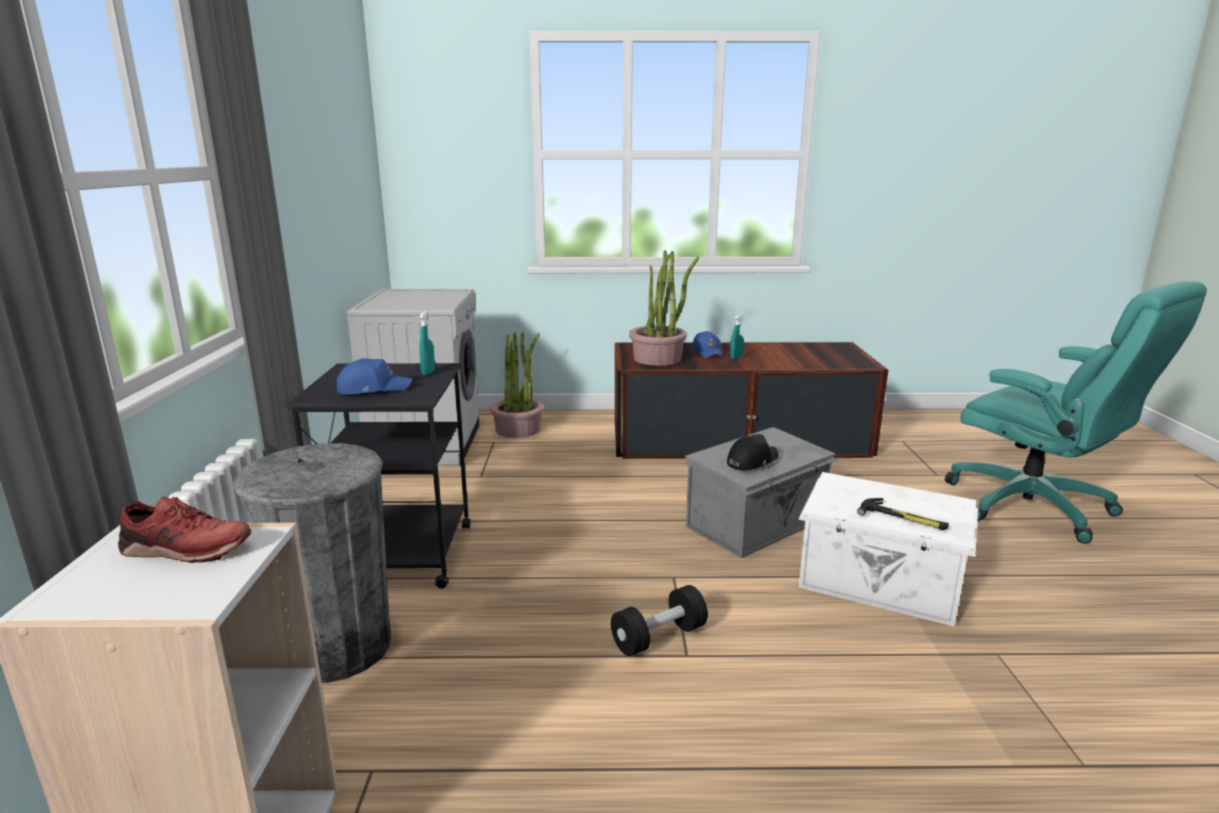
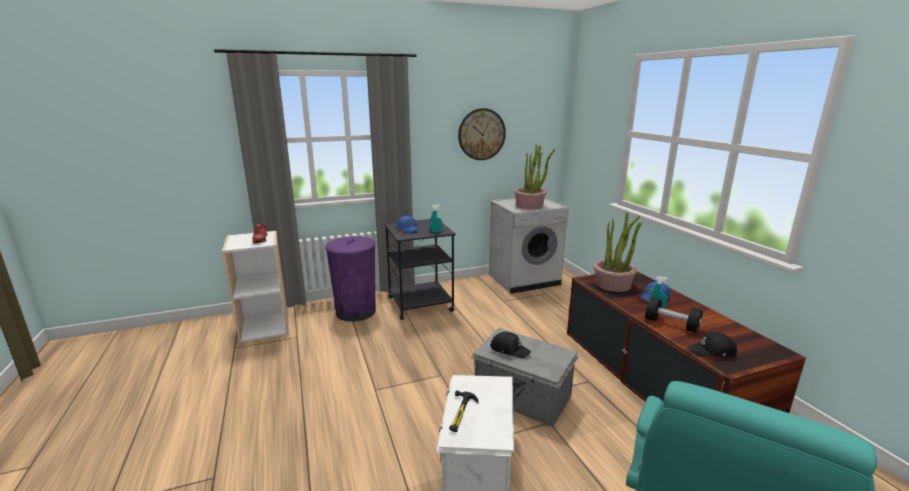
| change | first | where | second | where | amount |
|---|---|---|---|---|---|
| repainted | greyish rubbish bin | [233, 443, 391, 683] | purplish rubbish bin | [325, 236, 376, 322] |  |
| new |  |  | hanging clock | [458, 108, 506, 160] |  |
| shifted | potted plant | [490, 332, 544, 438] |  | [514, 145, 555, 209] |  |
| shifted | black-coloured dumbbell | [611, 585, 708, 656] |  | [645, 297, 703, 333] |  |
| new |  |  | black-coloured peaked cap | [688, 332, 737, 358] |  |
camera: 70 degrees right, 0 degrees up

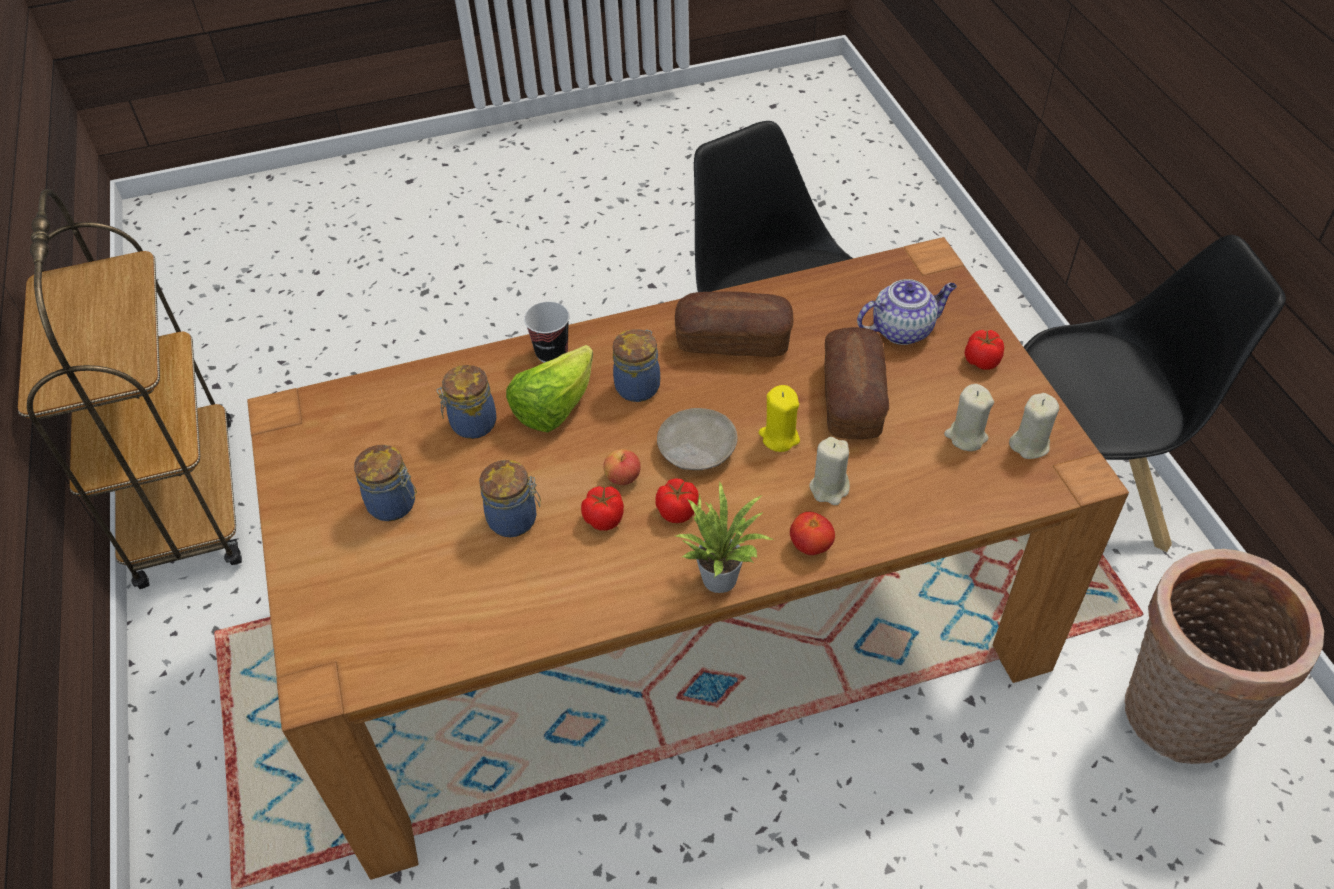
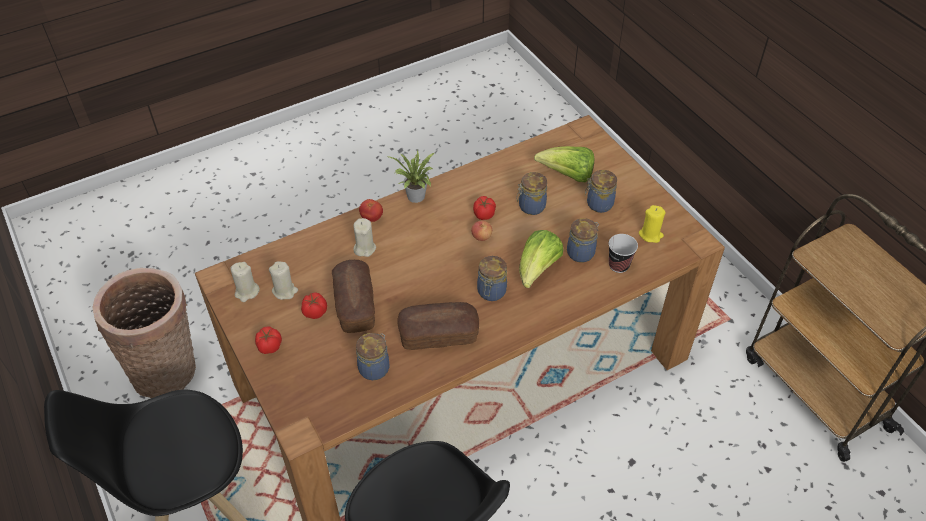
| change | first | where | second | where | amount |
|---|---|---|---|---|---|
| shifted | fresh tomato | [655, 478, 699, 523] |  | [301, 292, 327, 319] |  |
| new |  |  | jar | [356, 333, 390, 380] |  |
| new |  |  | head of lettuce | [534, 146, 594, 182] |  |
| shifted | cup | [524, 302, 570, 363] |  | [609, 234, 638, 273] |  |
| shifted | yellow candle | [759, 385, 800, 452] |  | [639, 205, 665, 243] |  |
| gone | beige-coloured flat dish | [657, 408, 738, 470] |  |  |  |
| gone | tea pot | [857, 279, 957, 345] |  |  |  |
camera: 165 degrees right, 0 degrees up

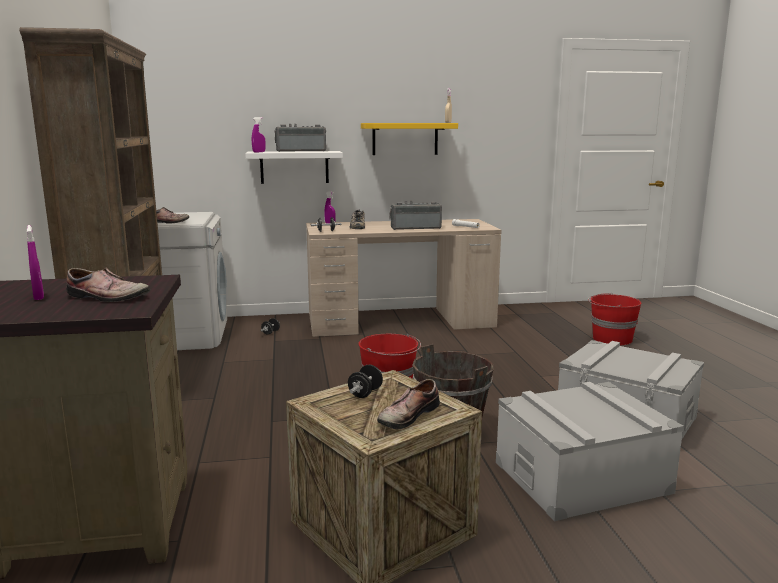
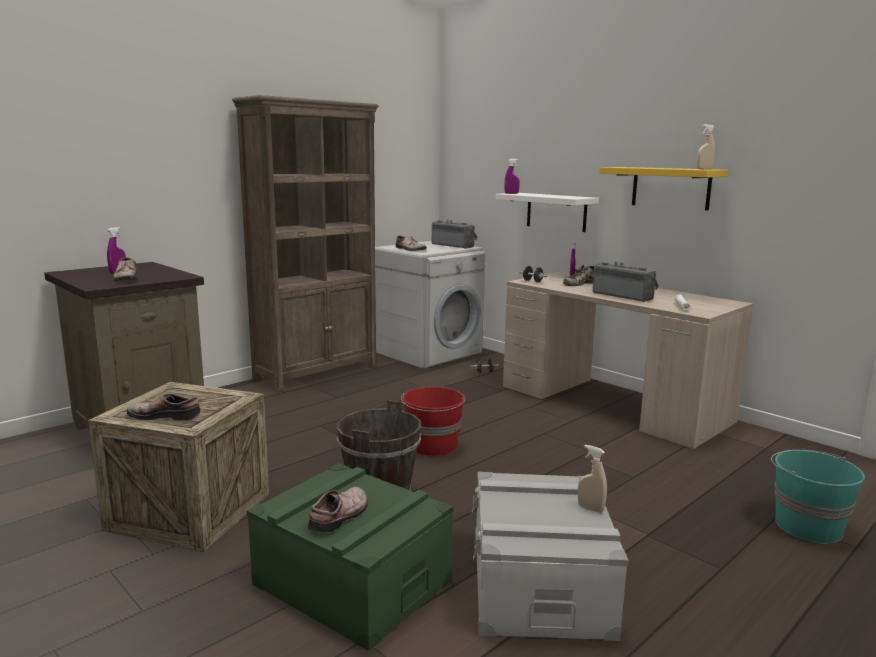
| change | first | where | second | where | amount |
|---|---|---|---|---|---|
| repainted | greyish storage box | [496, 382, 684, 521] | green storage box | [247, 463, 454, 651] |  |
| new |  |  | low shoe | [308, 487, 368, 532] |  |
| shifted | radio | [275, 124, 326, 152] |  | [432, 220, 477, 249] |  |
| new |  |  | beige-coloured spray bottle | [578, 445, 607, 513] |  |
| repainted | reddish pail | [588, 293, 641, 345] | blue-green pail | [771, 450, 865, 544] |  |
| gone | black-coloured dumbbell | [348, 365, 383, 398] |  |  |  |
camera: 55 degrees right, 0 degrees up

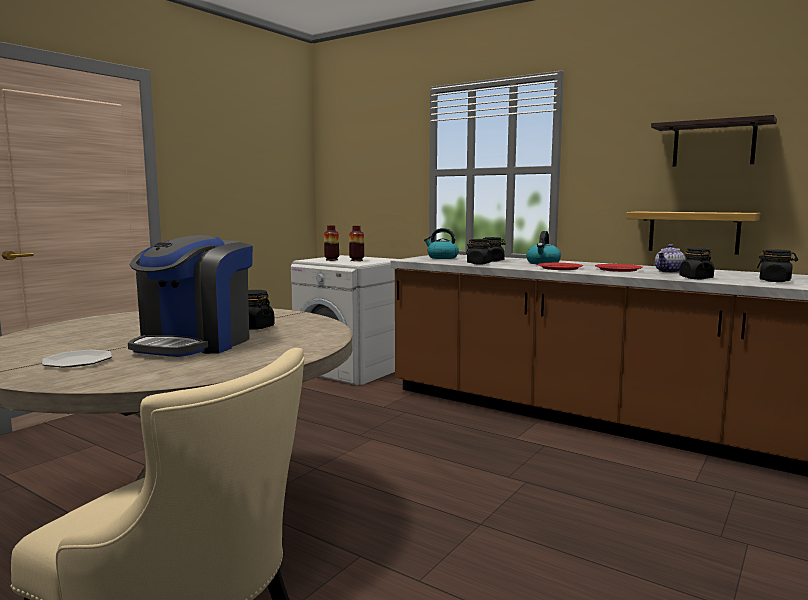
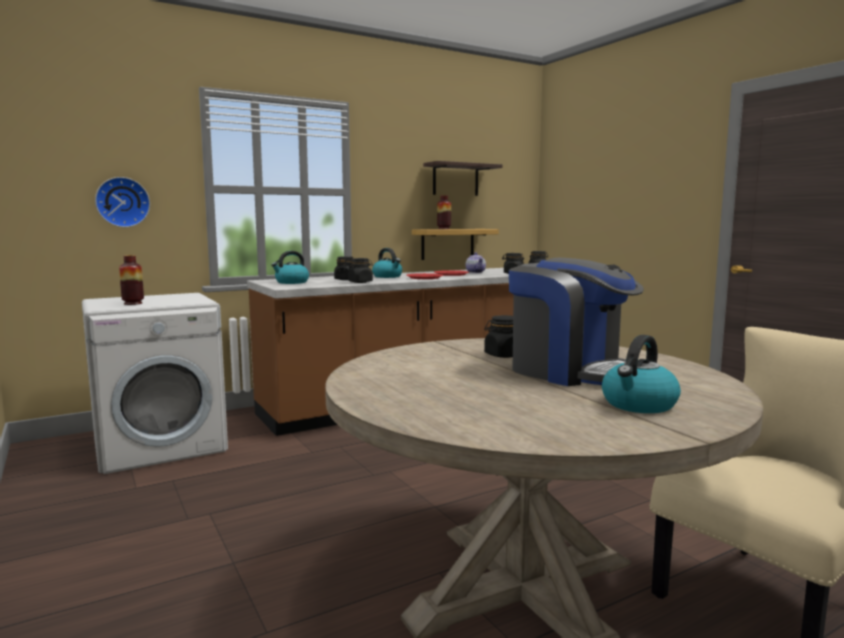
| change | first | where | second | where | amount |
|---|---|---|---|---|---|
| new |  |  | hanging clock | [95, 177, 150, 227] |  |
| shifted | flower vase | [349, 225, 364, 261] |  | [437, 195, 451, 229] |  |
| swapped | flat dish | [42, 350, 112, 367] | water kettle | [602, 335, 681, 413] |  |
camera: 65 degrees left, 0 degrees up

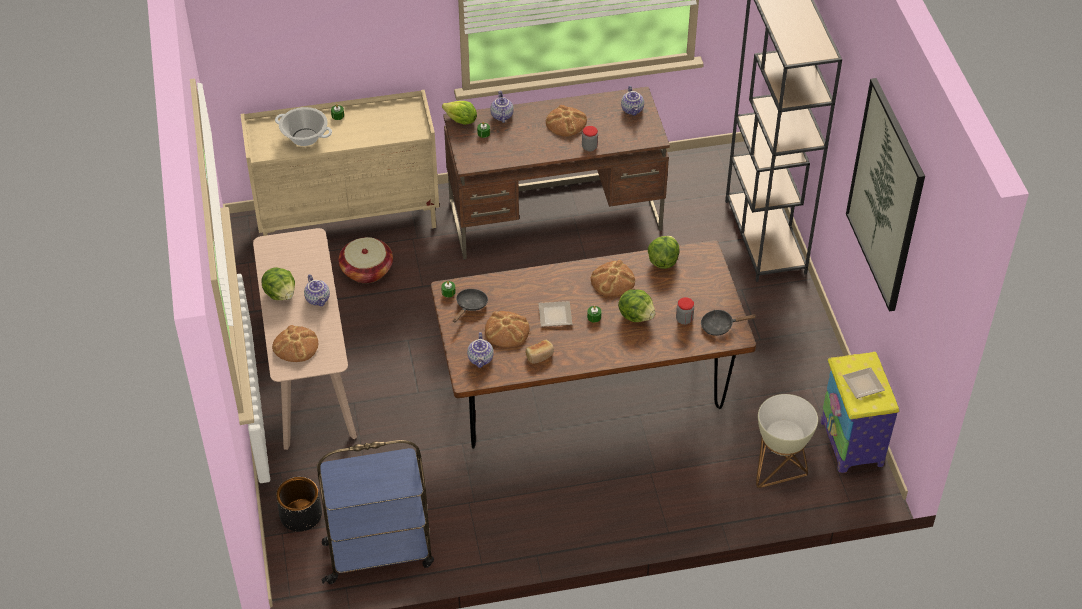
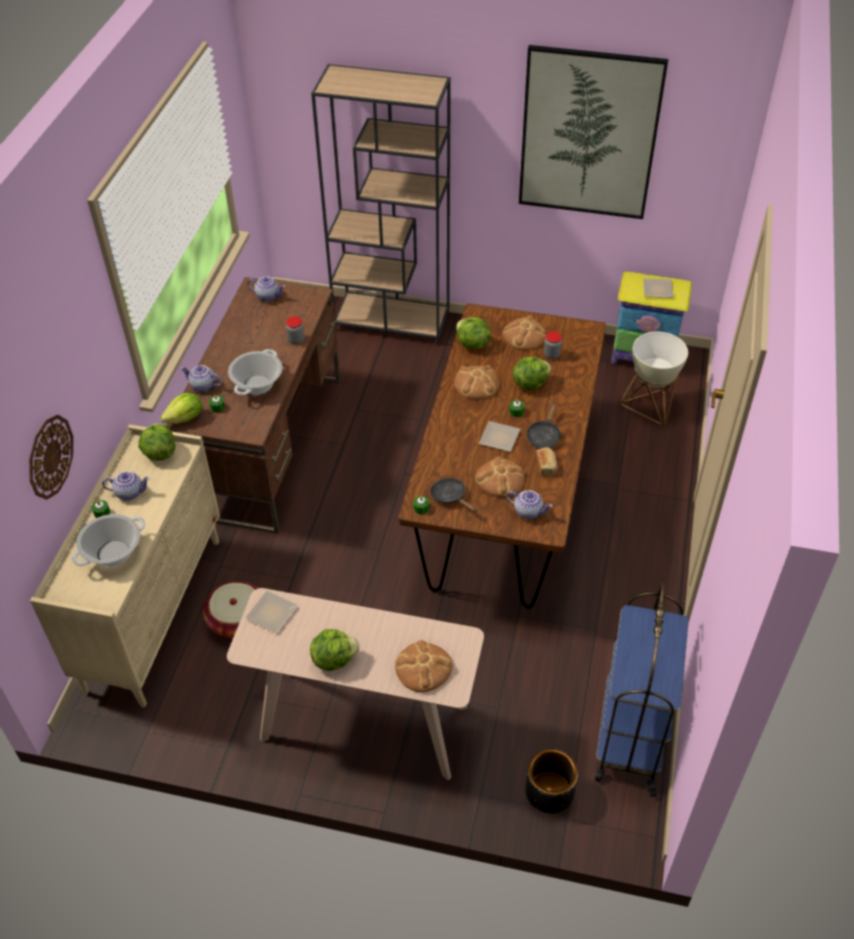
| change | first | where | second | where | amount |
|---|---|---|---|---|---|
| new |  |  | hanging clock | [29, 415, 73, 500] |  |
| shifted | tea pot | [304, 274, 330, 306] |  | [102, 471, 150, 500] |  |
| new |  |  | head of lettuce | [138, 423, 175, 461] |  |
| new |  |  | cooking pot | [228, 349, 282, 395] |  |
| new |  |  | flat dish | [245, 591, 298, 633] |  |
| shifted | bread | [546, 105, 587, 137] |  | [502, 316, 547, 350] |  |
| shifted | black-coloured frying pan | [701, 310, 757, 336] |  | [527, 402, 561, 449] |  |
camera: 65 degrees left, 0 degrees up

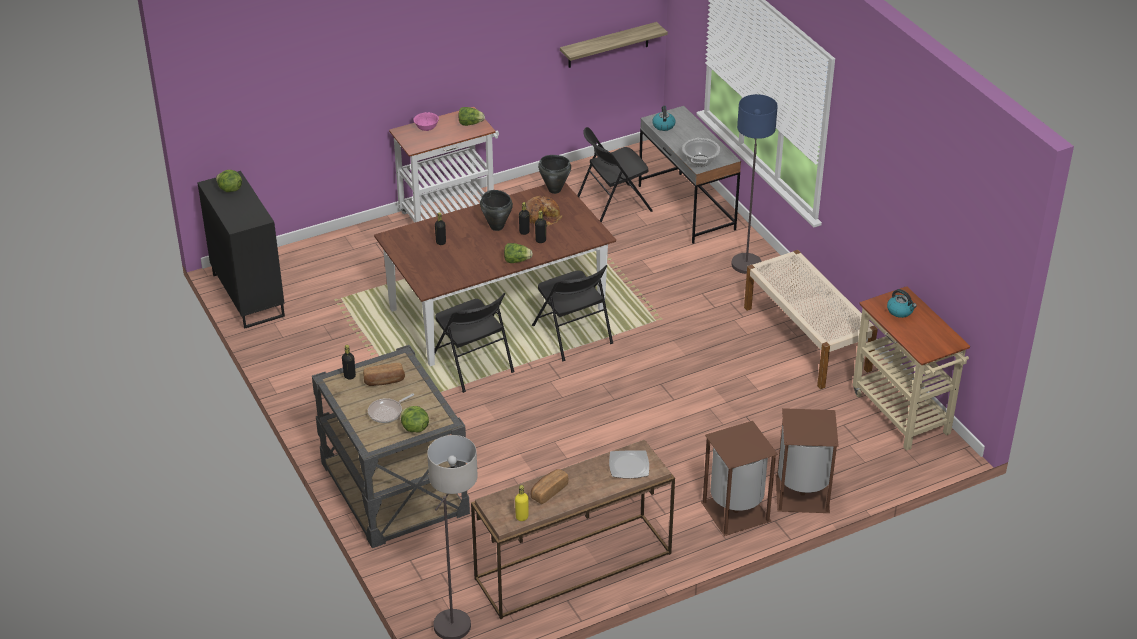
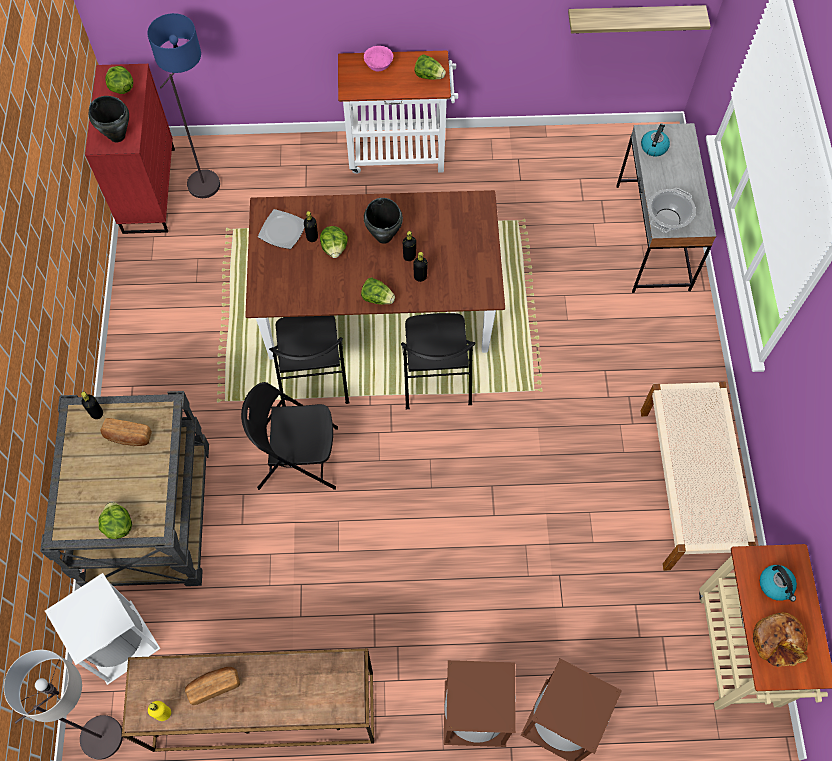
| change | first | where | second | where | amount |
|---|---|---|---|---|---|
| new |  |  | whitish rubbish bin | [45, 573, 160, 685] |  |
| repainted | black-coloured dresser | [197, 171, 285, 329] | reddish dresser | [85, 64, 175, 234] |  |
| shifted | black-coloured cooking pot | [538, 155, 571, 194] |  | [89, 96, 129, 142] |  |
| shifted | blue-coloured floor lamp | [732, 94, 778, 274] |  | [147, 13, 220, 198] |  |
| shifted | black-coloured upright chair | [577, 127, 653, 223] |  | [241, 382, 338, 490] |  |
| shifted | flat dish | [609, 450, 649, 478] |  | [258, 209, 304, 249] |  |
| new |  |  | head of lettuce | [320, 226, 348, 258] |  |
| shifted | bread | [526, 196, 562, 227] |  | [753, 612, 808, 667] |  |
| gone | frying pan | [368, 393, 414, 423] |  |  |  |
camera: 25 degrees right, 25 degrees up

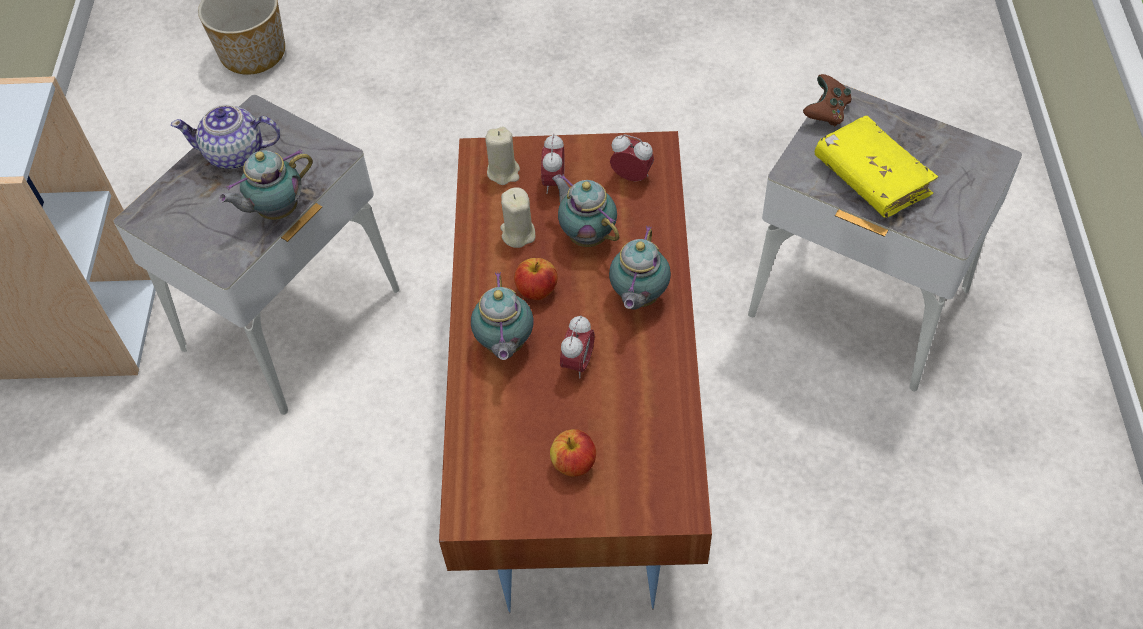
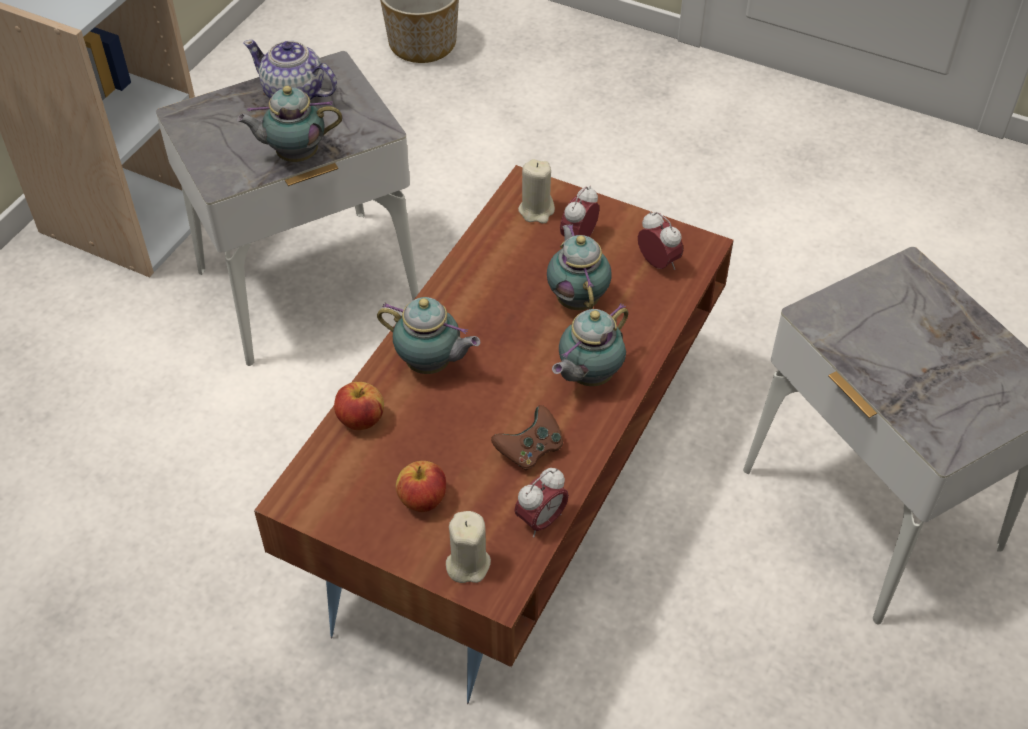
| change | first | where | second | where | amount |
|---|---|---|---|---|---|
| shifted | apple fruit | [514, 258, 558, 300] |  | [334, 382, 384, 430] |  |
| rotated | tea pot | [471, 272, 534, 360] |  | [377, 297, 480, 374] | 90 degrees counterclockwise |
| shifted | beige-coloured candle | [500, 187, 535, 248] |  | [446, 511, 491, 583] |  |
| shifted | brownish joypad | [803, 74, 851, 126] |  | [491, 405, 563, 470] |  |
| shifted | table clock | [560, 315, 595, 379] |  | [514, 468, 569, 537] |  |
| gone | yellow book | [814, 115, 938, 218] |  |  |  |
camera: 25 degrees right, 5 degrees down

